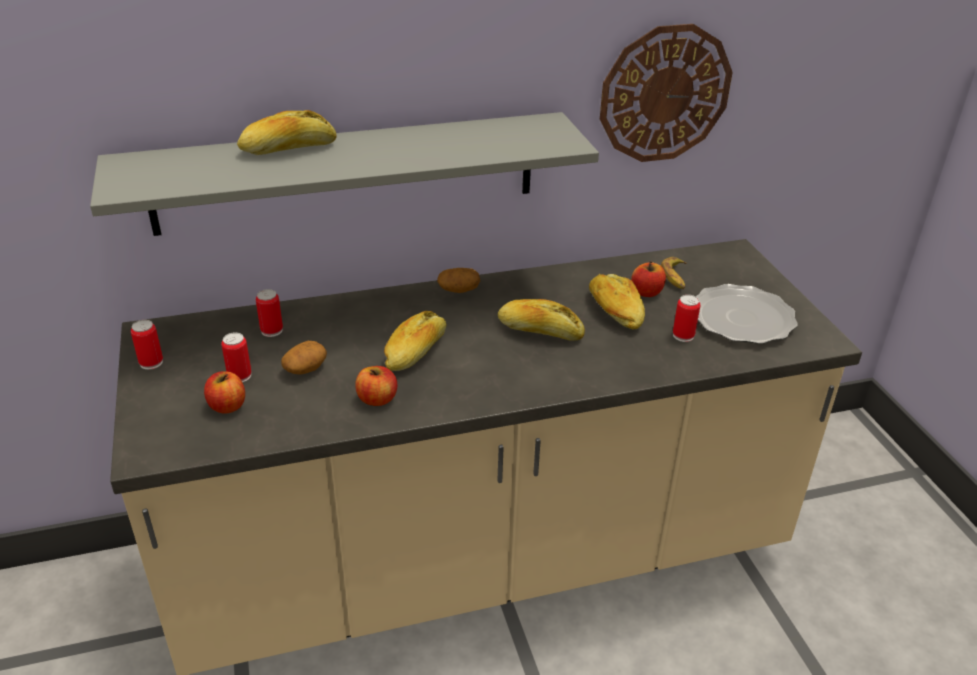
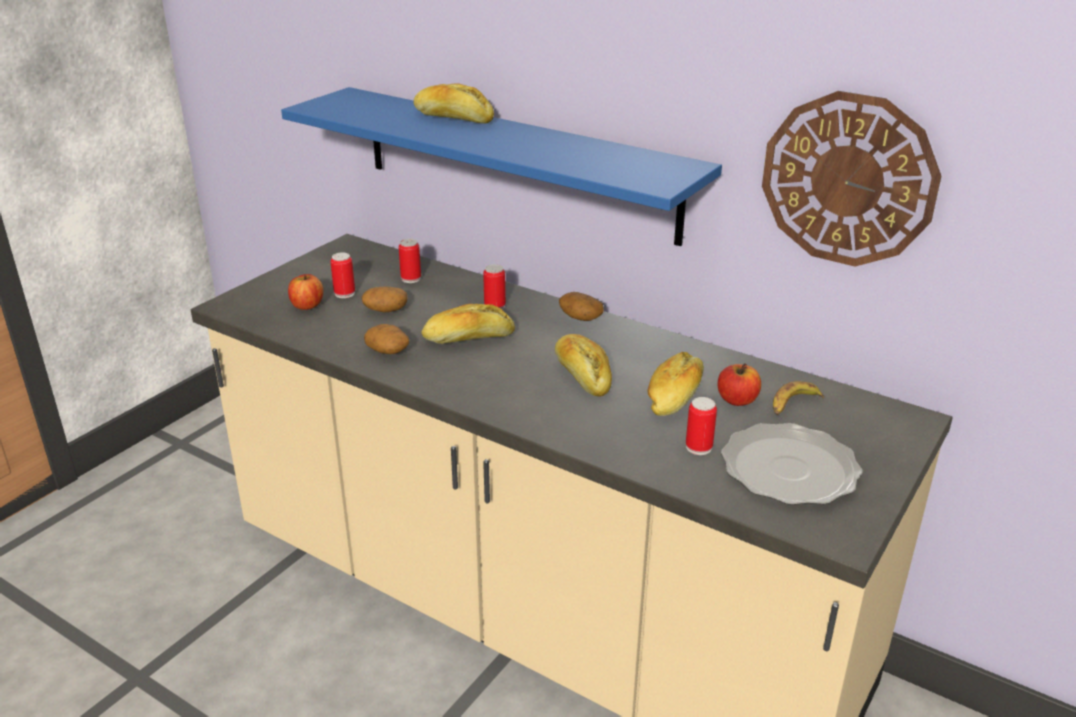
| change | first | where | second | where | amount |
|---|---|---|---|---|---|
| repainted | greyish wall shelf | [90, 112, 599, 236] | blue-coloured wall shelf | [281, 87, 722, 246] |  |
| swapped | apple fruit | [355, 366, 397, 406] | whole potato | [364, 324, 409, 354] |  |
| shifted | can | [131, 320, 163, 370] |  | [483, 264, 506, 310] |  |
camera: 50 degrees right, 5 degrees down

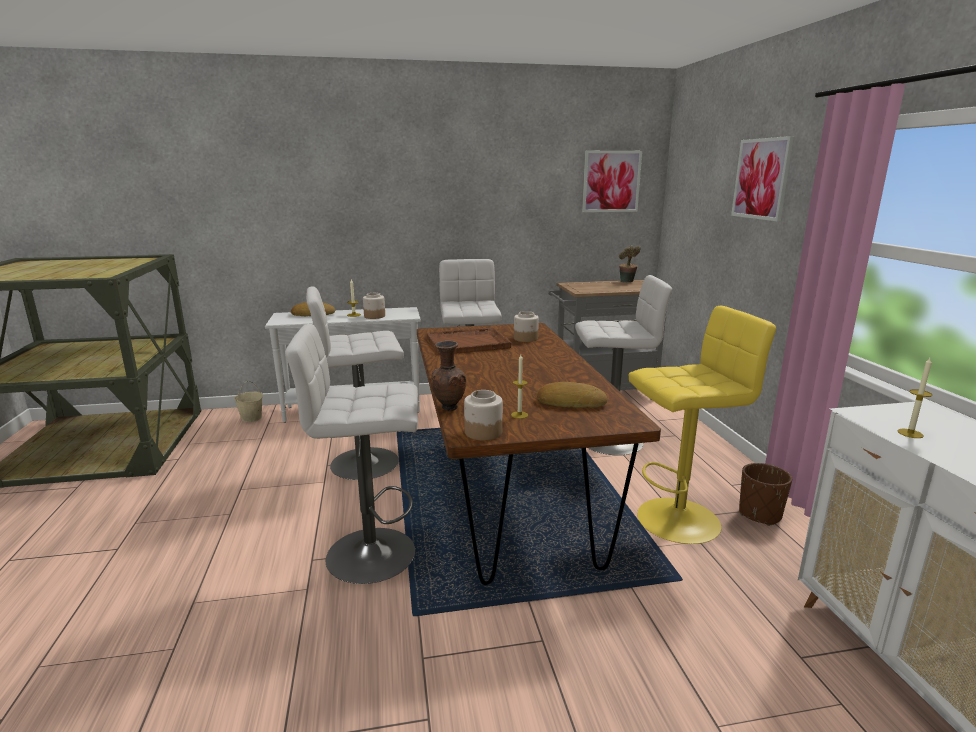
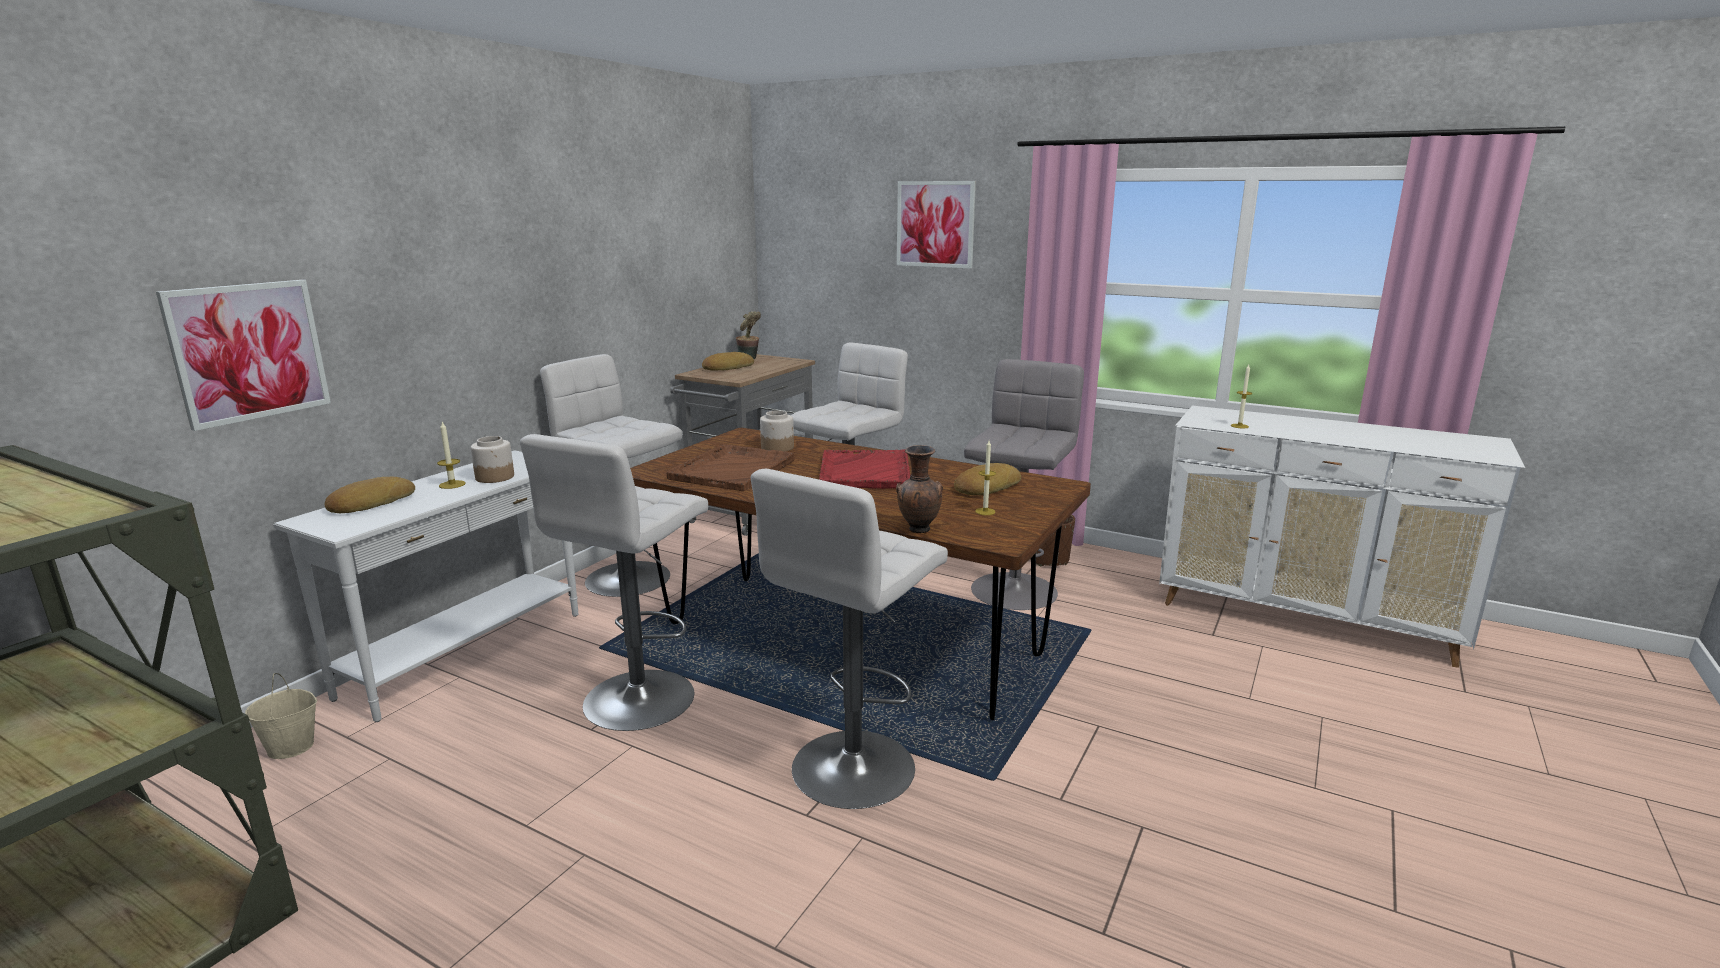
| change | first | where | second | where | amount |
|---|---|---|---|---|---|
| shifted | wall art | [582, 151, 642, 212] |  | [156, 280, 331, 431] |  |
| new |  |  | bread | [702, 352, 754, 371] |  |
| new |  |  | reddish serving tray | [819, 449, 910, 489] |  |
| repainted | yellow sitting stool | [629, 306, 776, 544] | greyish sitting stool | [964, 359, 1084, 610] |  |
| gone | jar | [464, 390, 503, 440] |  |  |  |
camera: 50 degrees left, 0 degrees up

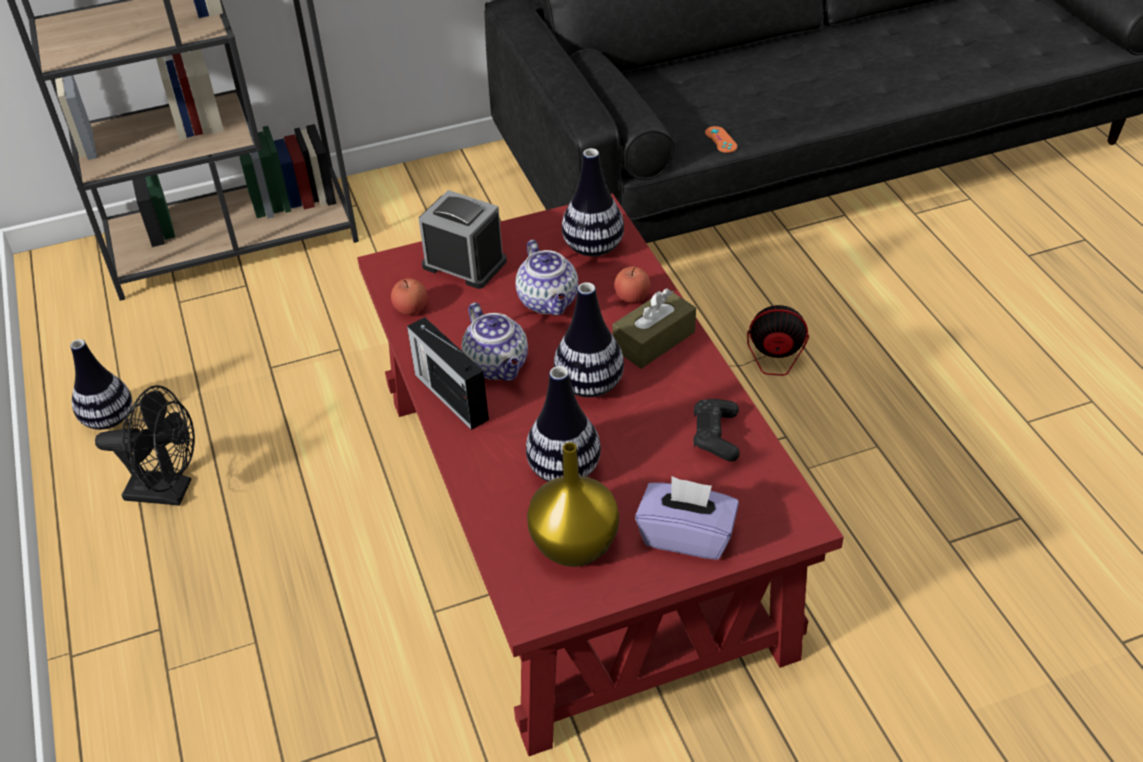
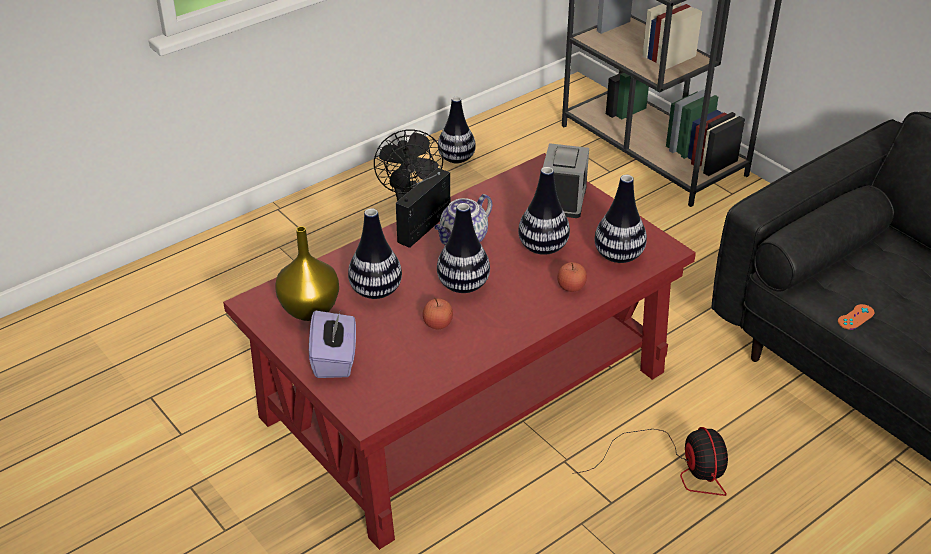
| change | first | where | second | where | amount |
|---|---|---|---|---|---|
| shifted | apple fruit | [391, 278, 427, 315] |  | [423, 297, 453, 329] |  |
| swapped | tea pot | [515, 240, 578, 316] | flower vase | [518, 167, 570, 255] |  |
| gone | brownish box of tissues | [612, 288, 696, 369] |  |  |  |
| gone | black-coloured joypad | [693, 399, 740, 462] |  |  |  |
camera: 70 degrees right, 5 degrees down

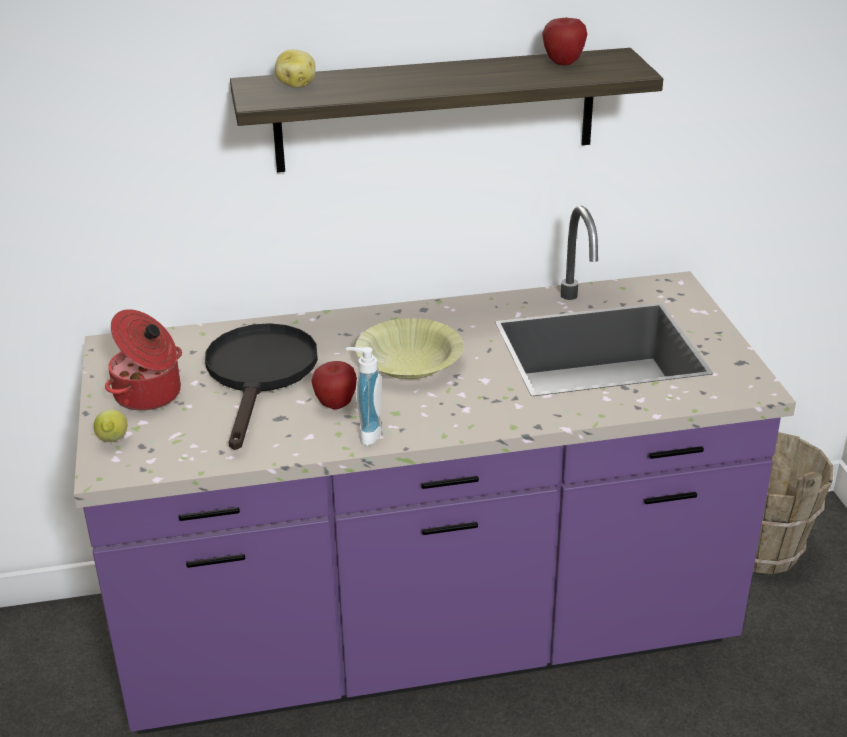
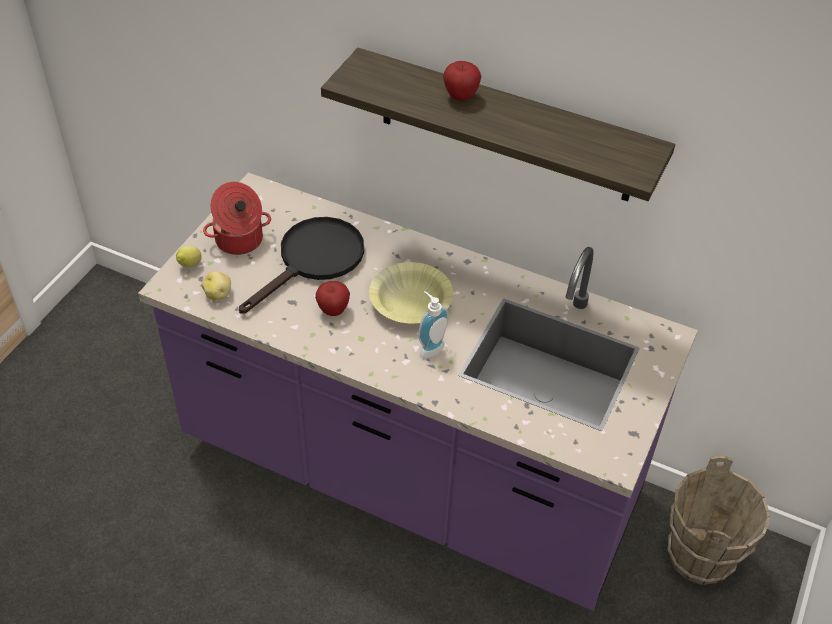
| change | first | where | second | where | amount |
|---|---|---|---|---|---|
| shifted | whole potato | [275, 49, 316, 88] |  | [202, 271, 231, 300] |  |
| shifted | liquid soap bottle | [346, 347, 382, 446] |  | [418, 291, 449, 359] |  |
| shifted | apple fruit | [542, 17, 588, 65] |  | [443, 61, 481, 101] |  |
camera: 35 degrees right, 15 degrees up

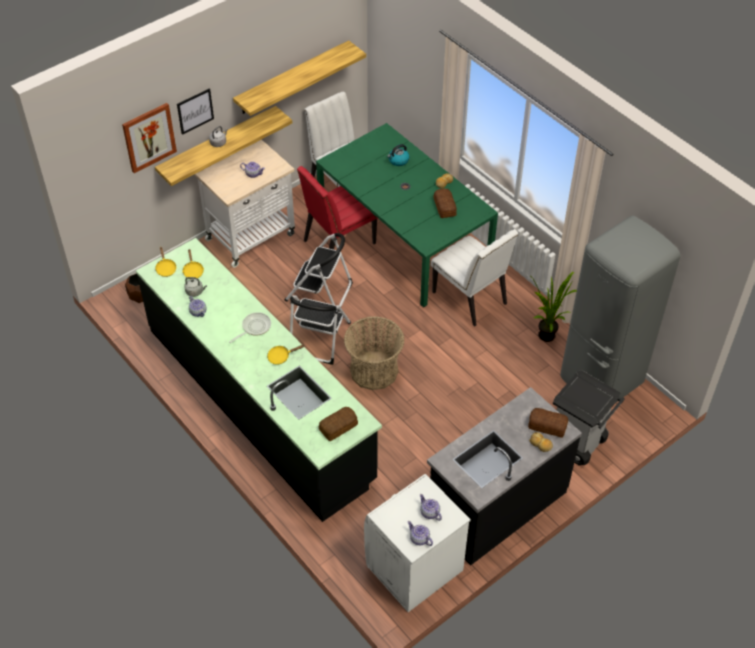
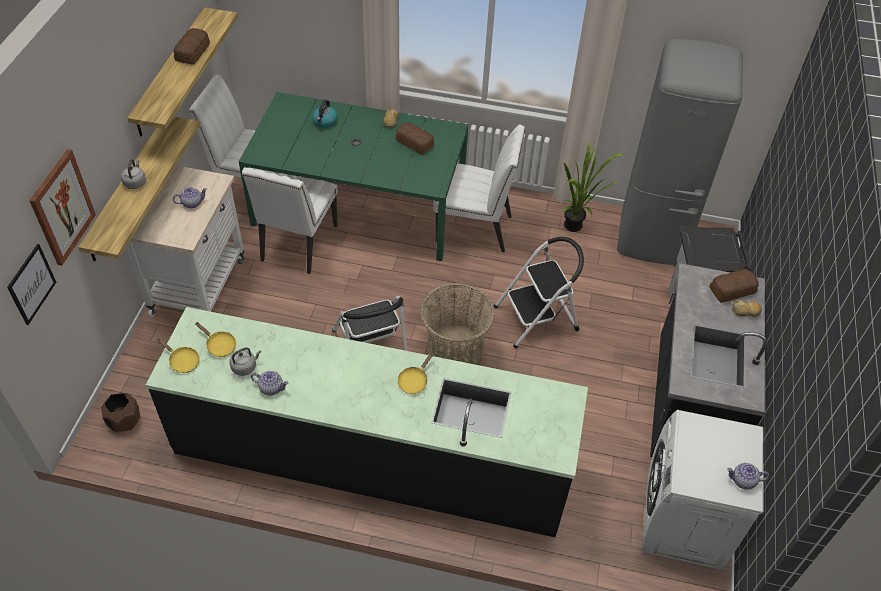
| change | first | where | second | where | amount |
|---|---|---|---|---|---|
| shifted | wall art | [177, 88, 214, 135] |  | [7, 244, 56, 325] |  |
| shifted | bread | [319, 407, 358, 441] |  | [173, 28, 210, 65] |  |
| repainted | reddish upright chair | [297, 166, 378, 250] | whitish upright chair | [242, 167, 338, 274] |  |
| shifted | step ladder | [285, 233, 353, 312] |  | [494, 237, 584, 348] |  |
| gone | frying pan | [229, 312, 271, 343] |  |  |  |
| gone | tea pot | [420, 494, 442, 521] |  |  |  |
camera: 40 degrees left, 0 degrees up

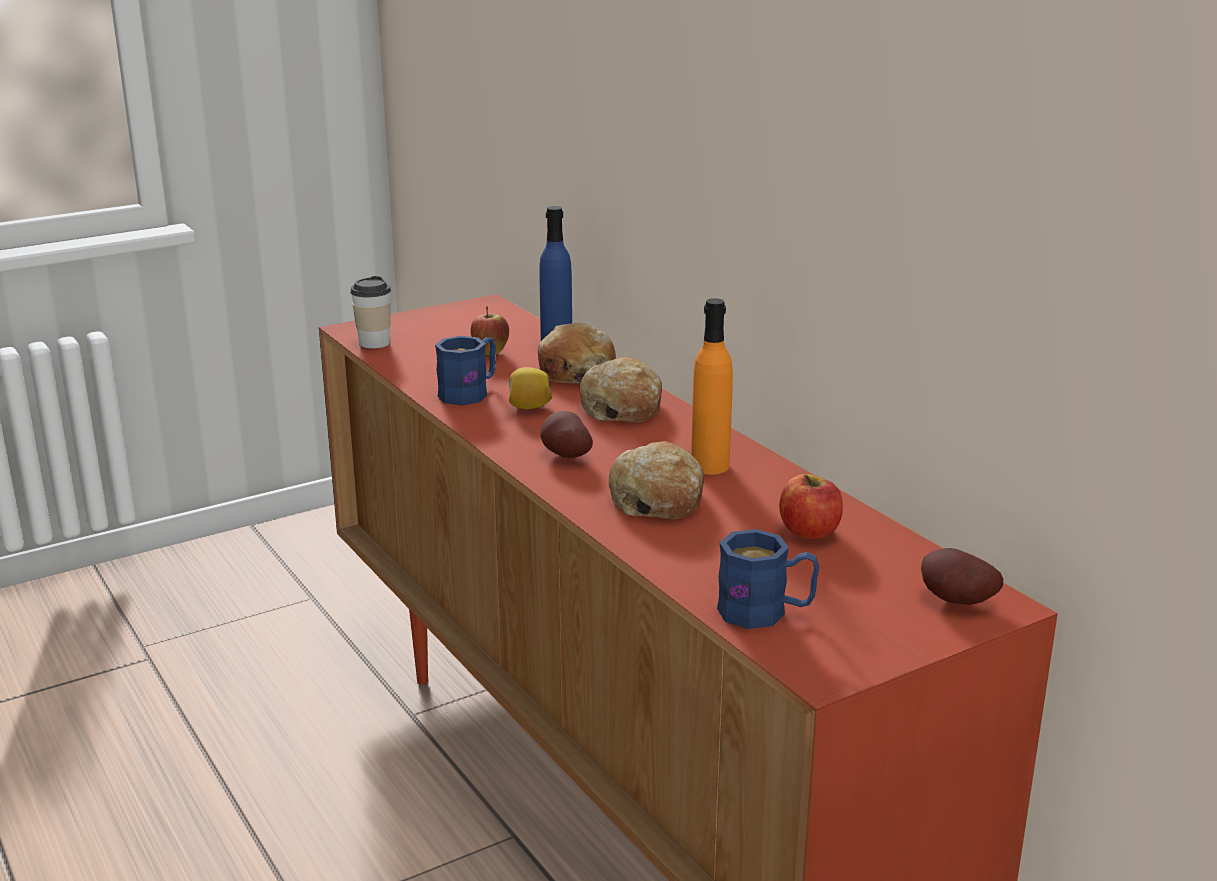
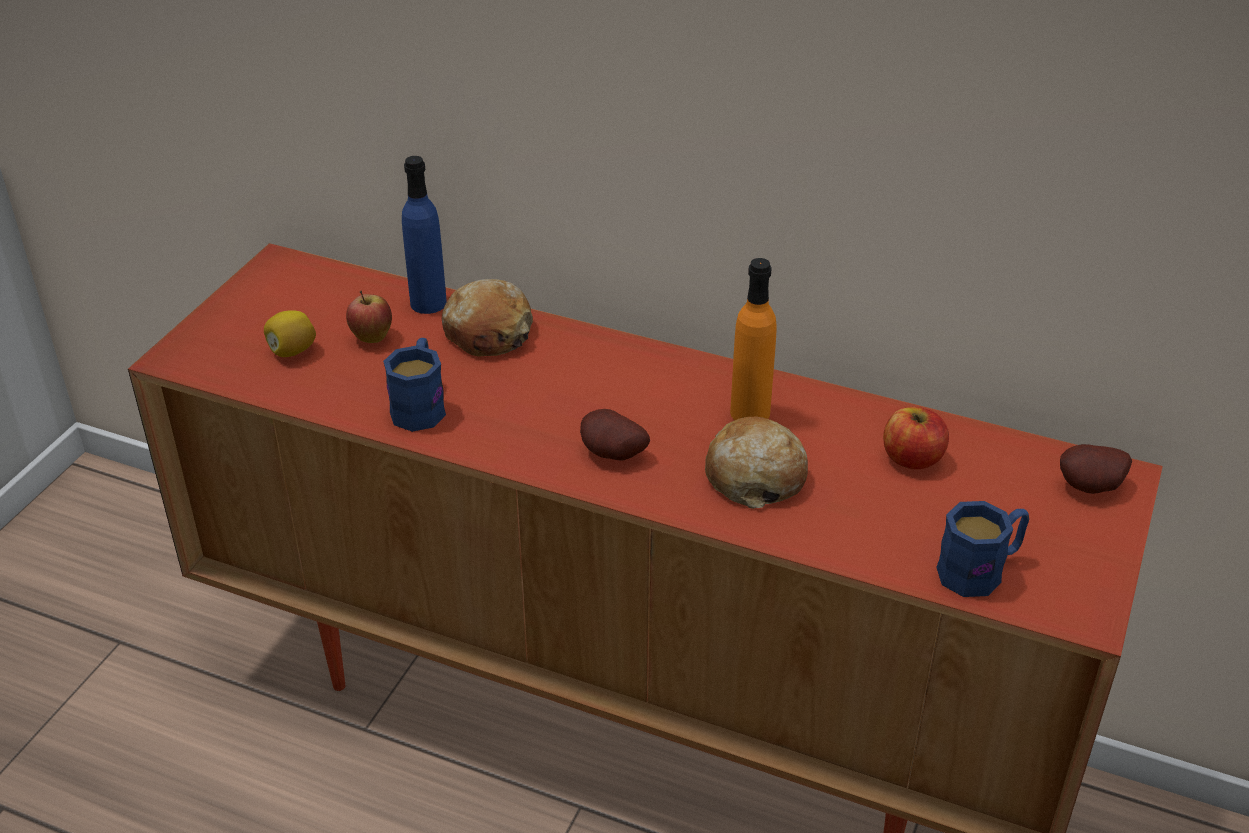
| change | first | where | second | where | amount |
|---|---|---|---|---|---|
| shifted | lemon | [509, 367, 553, 409] |  | [264, 310, 316, 357] |  |
| gone | cup | [350, 276, 391, 349] |  |  |  |
| gone | bread | [580, 357, 662, 423] |  |  |  |
camera: 35 degrees left, 15 degrees up

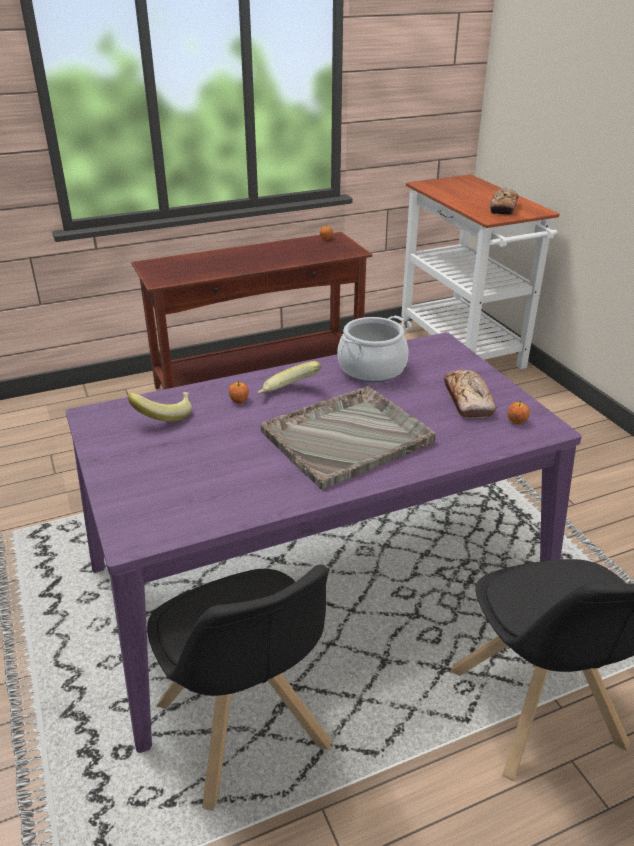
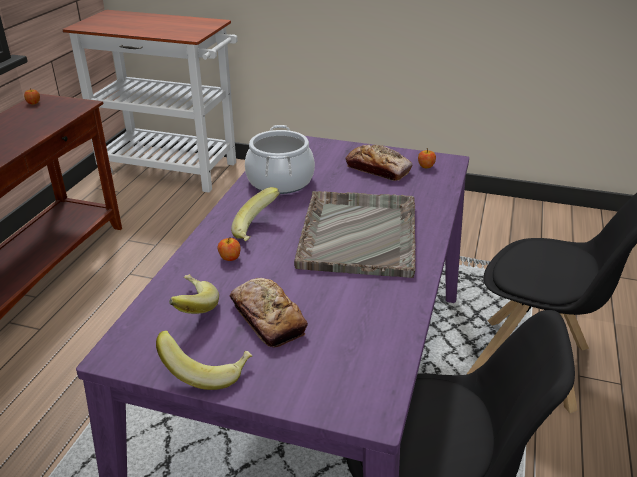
| change | first | where | second | where | amount |
|---|---|---|---|---|---|
| new |  |  | whole banana | [156, 330, 252, 390] |  |
| shifted | bread | [490, 187, 519, 215] |  | [230, 278, 308, 348] |  |
camera: 50 degrees left, 0 degrees up

